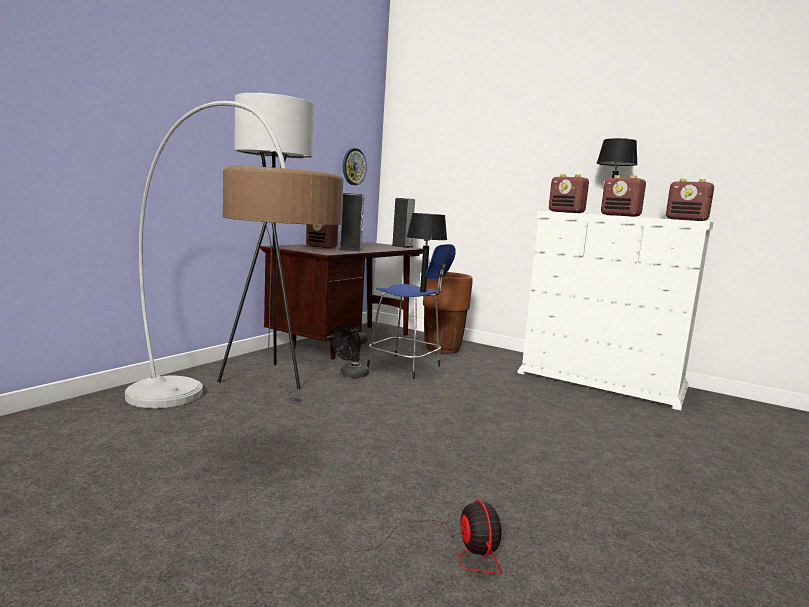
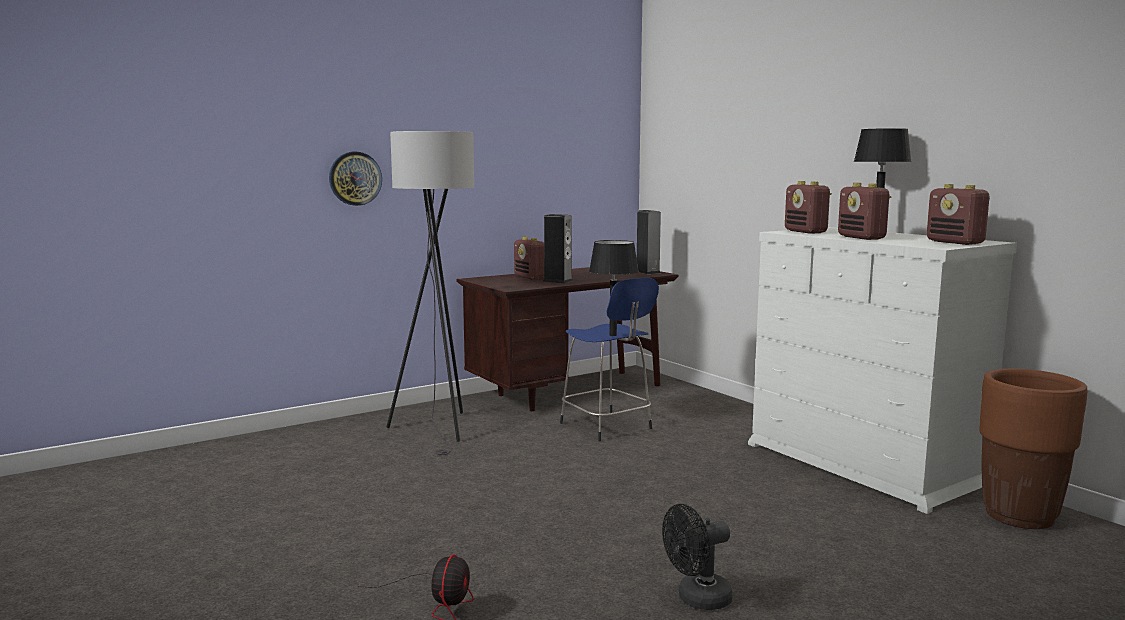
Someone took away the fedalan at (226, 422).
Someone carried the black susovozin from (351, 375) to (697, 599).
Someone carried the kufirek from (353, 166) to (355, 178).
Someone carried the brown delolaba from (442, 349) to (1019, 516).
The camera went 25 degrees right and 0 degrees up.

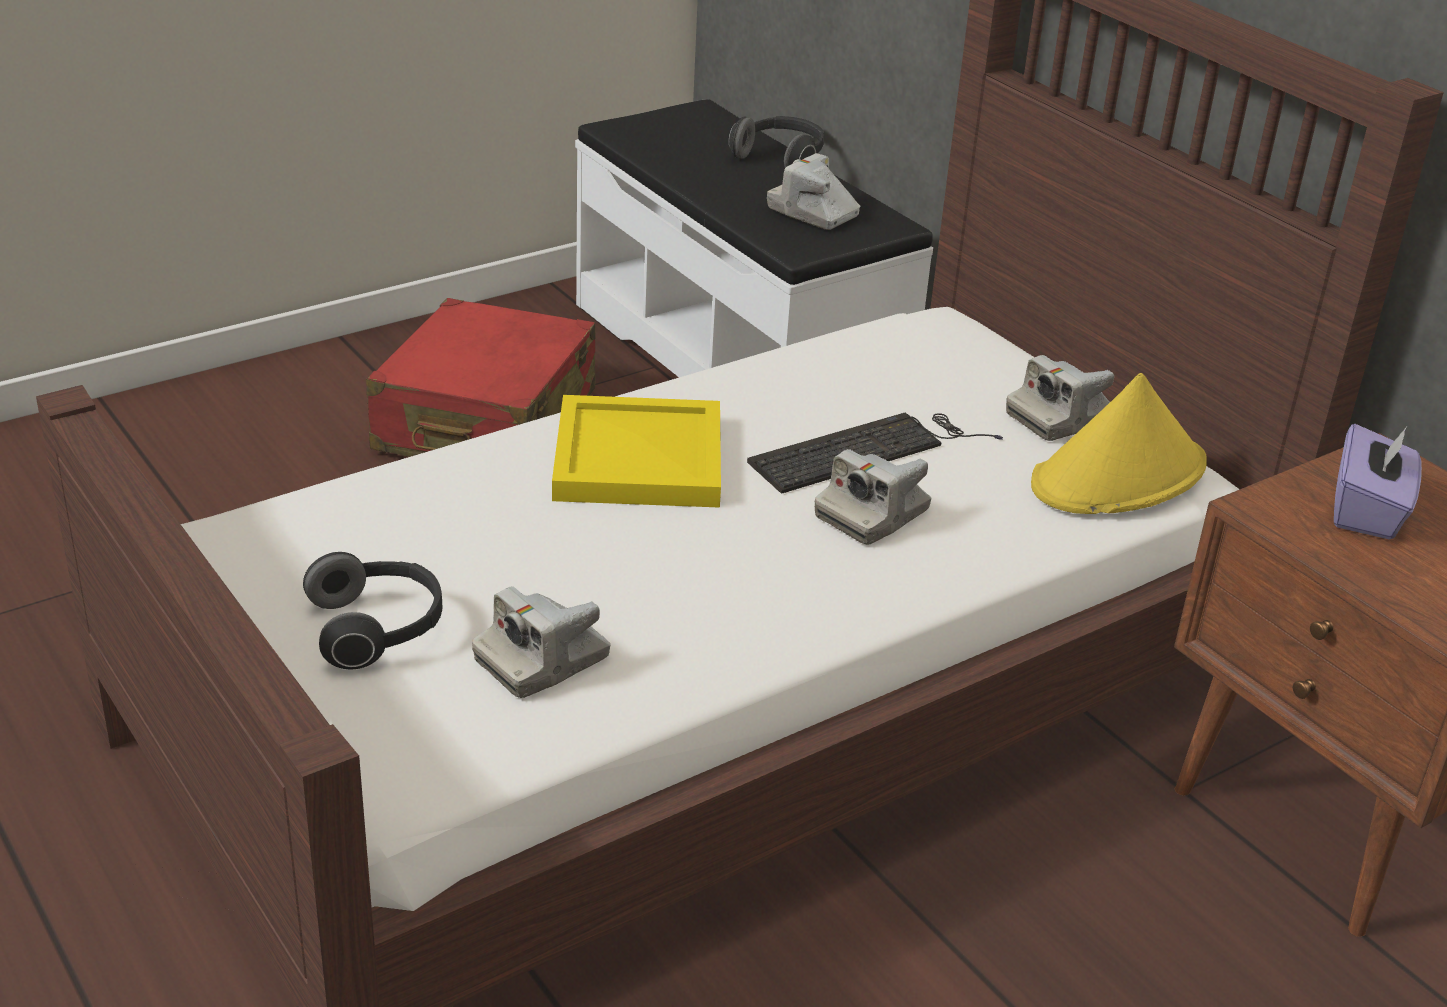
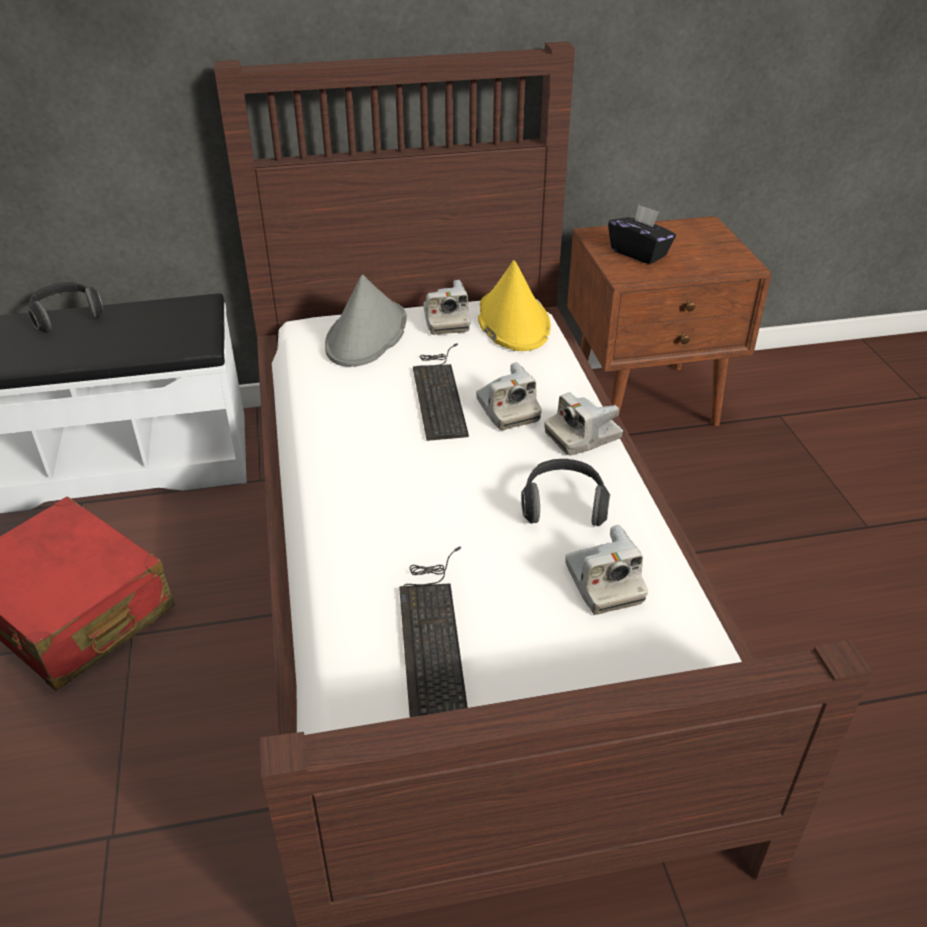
Someone carried the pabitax from (378, 630) to (563, 505).
Someone took away the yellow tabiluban at (641, 457).
Someone carried the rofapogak from (812, 212) to (582, 436).
Someone repainted the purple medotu at (1368, 511), which became the black medotu at (639, 253).
Someone put down the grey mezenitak at (366, 335).
Someone put down the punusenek at (433, 632).
The camera went 65 degrees left and 5 degrees up.

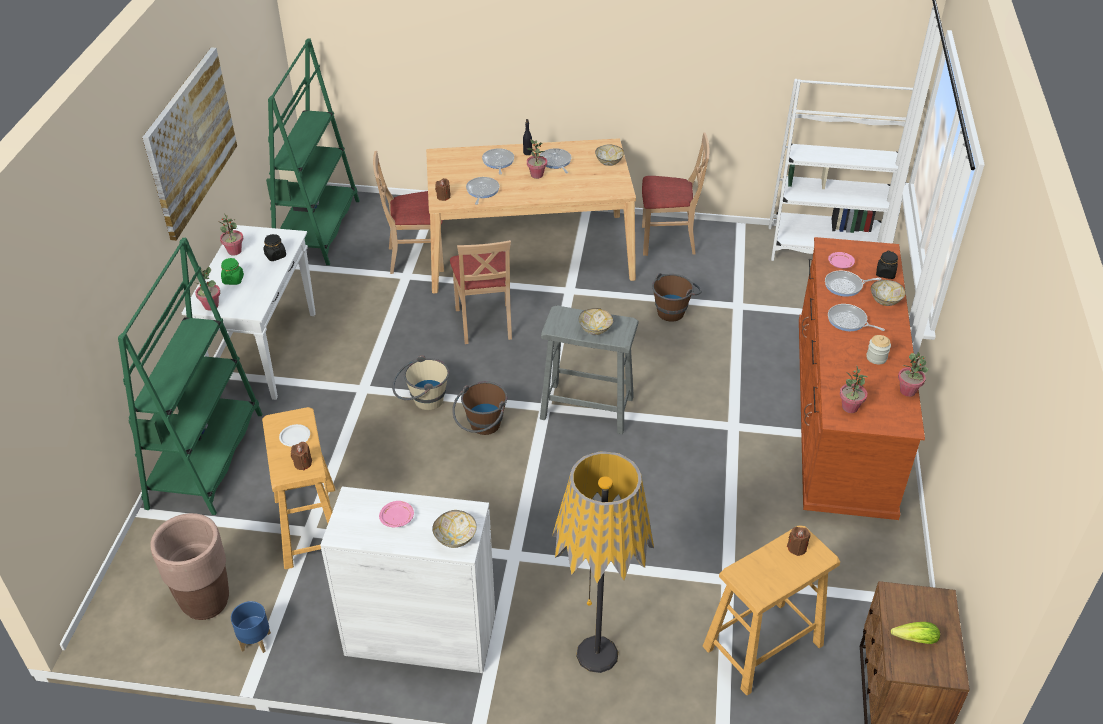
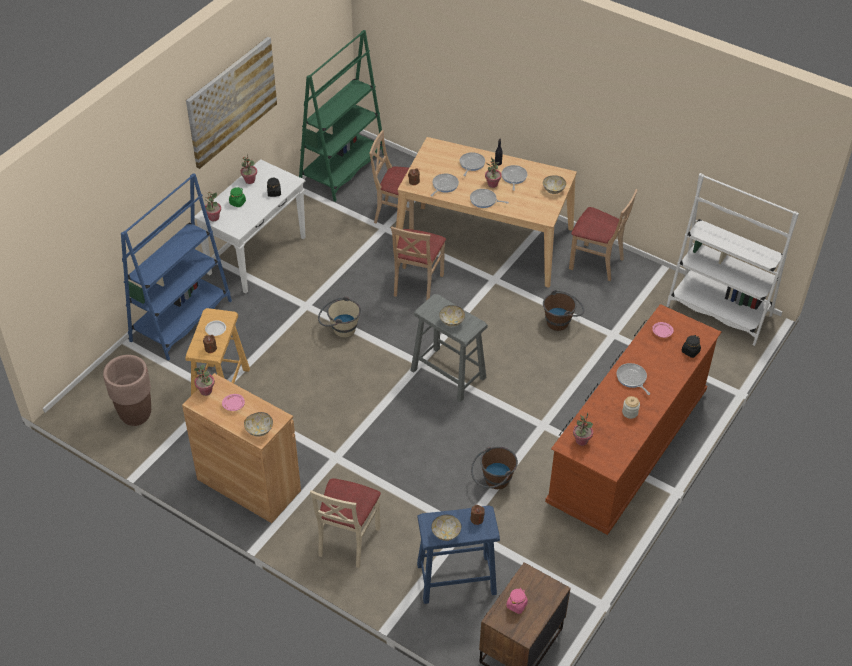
Someone repainted the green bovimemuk at (206, 460), which became the blue bovimemuk at (181, 321).
Someone took away the blue delolaba at (255, 641).
Someone repainted the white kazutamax at (420, 634), which became the brown kazutamax at (249, 485).
Someone carried the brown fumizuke from (482, 428) to (493, 482).
Someone swapped the fedalan at (597, 654) for the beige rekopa at (347, 540).
Someone repainted the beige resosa at (763, 645), which became the blue resosa at (457, 578).
Someone carried the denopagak from (845, 286) to (484, 200).
Someone carried the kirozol from (884, 301) to (445, 533).
Someone swapped the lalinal at (912, 639) for the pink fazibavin at (516, 605).
Someone carried the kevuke from (908, 391) to (206, 391).
The camera went 25 degrees right and 5 degrees up.

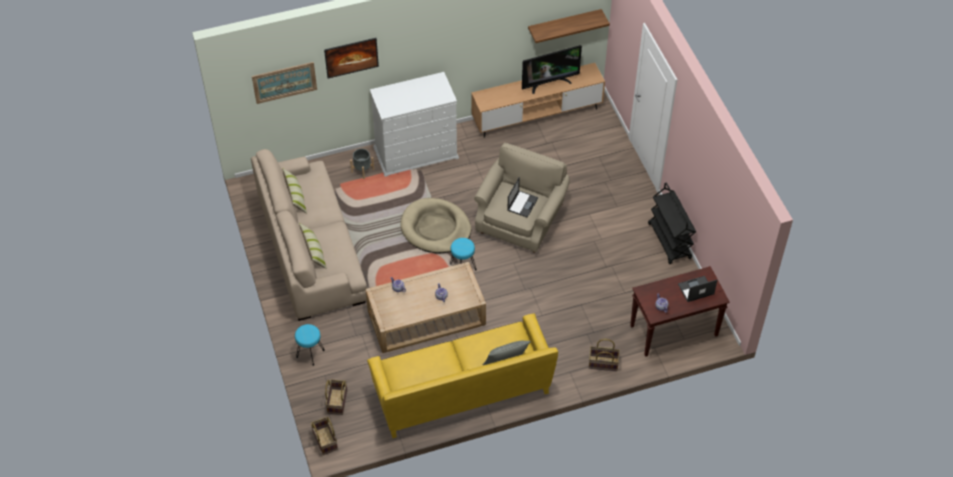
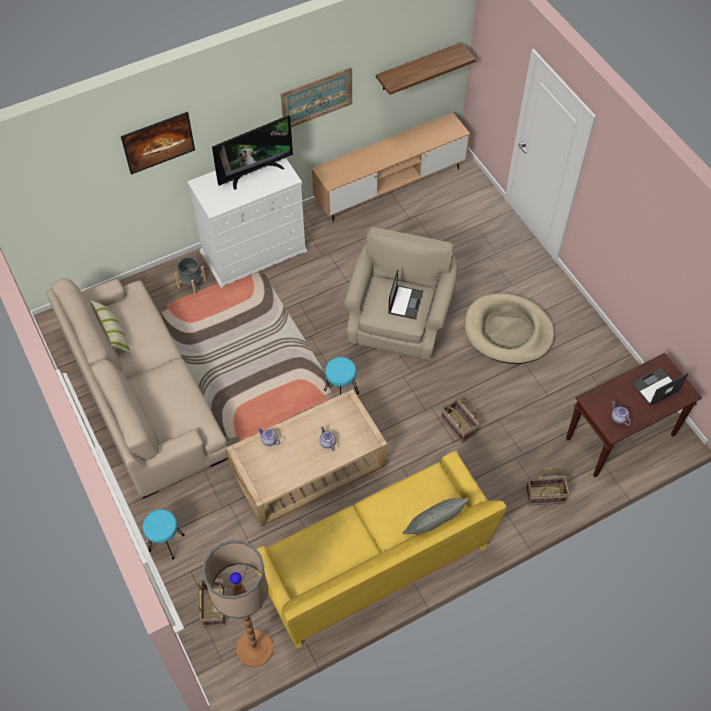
Someone carried the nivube from (284, 82) to (316, 98).
Someone took away the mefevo at (314, 252).
Someone carried the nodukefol from (324, 440) to (458, 426).
Someone carried the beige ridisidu from (436, 228) to (508, 331).
Someone carried the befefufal from (549, 83) to (254, 172).
Someone took away the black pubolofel at (669, 241).
Someone put down the fedalan at (254, 648).
The camera went 10 degrees left and 5 degrees up.

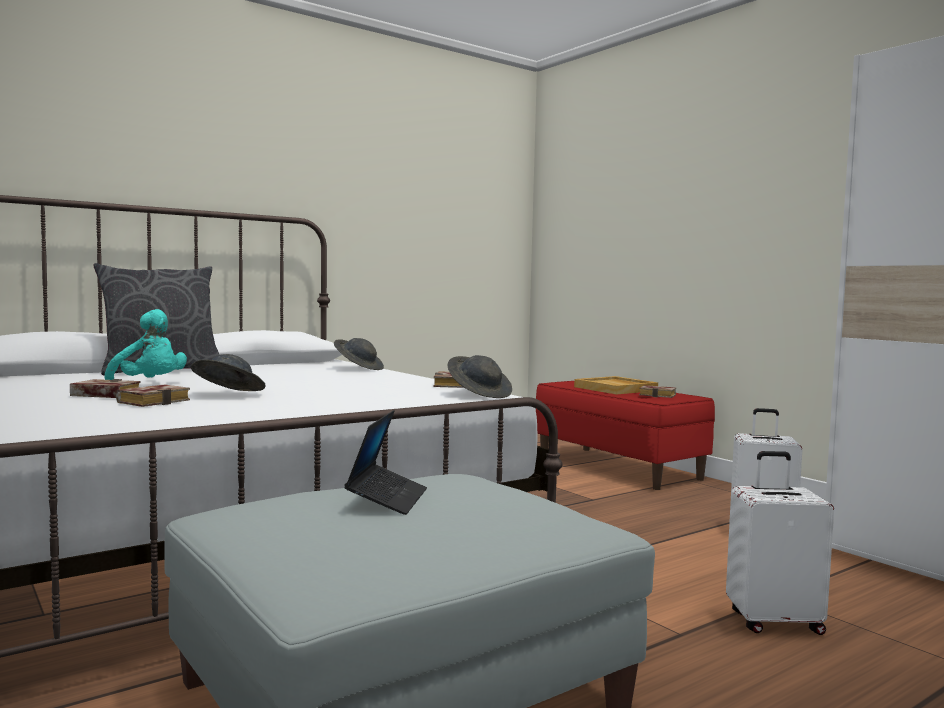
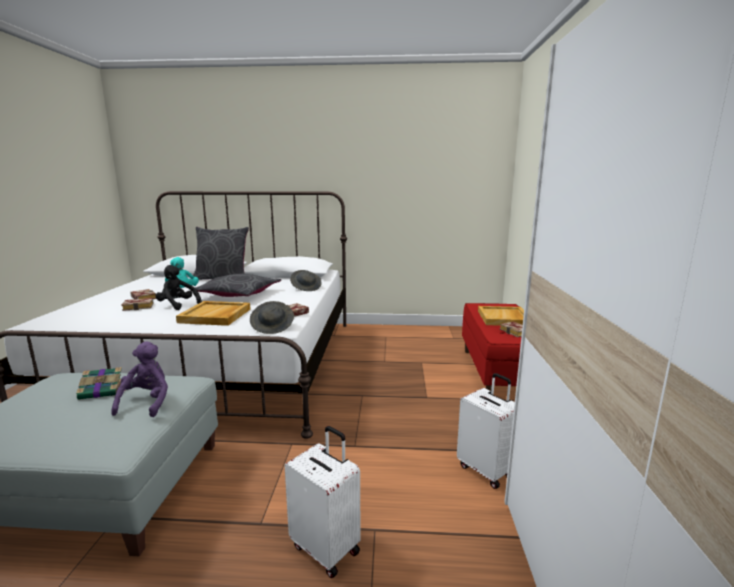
Someone swapped the grey mezenitak at (227, 394) for the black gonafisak at (178, 305).
Someone swapped the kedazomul at (387, 499) for the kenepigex at (103, 391).
Someone put down the purple gonafisak at (147, 402).
Someone put down the beige tabiluban at (215, 316).
Someone put down the grey mefevo at (239, 294).
The camera went 40 degrees right and 10 degrees up.

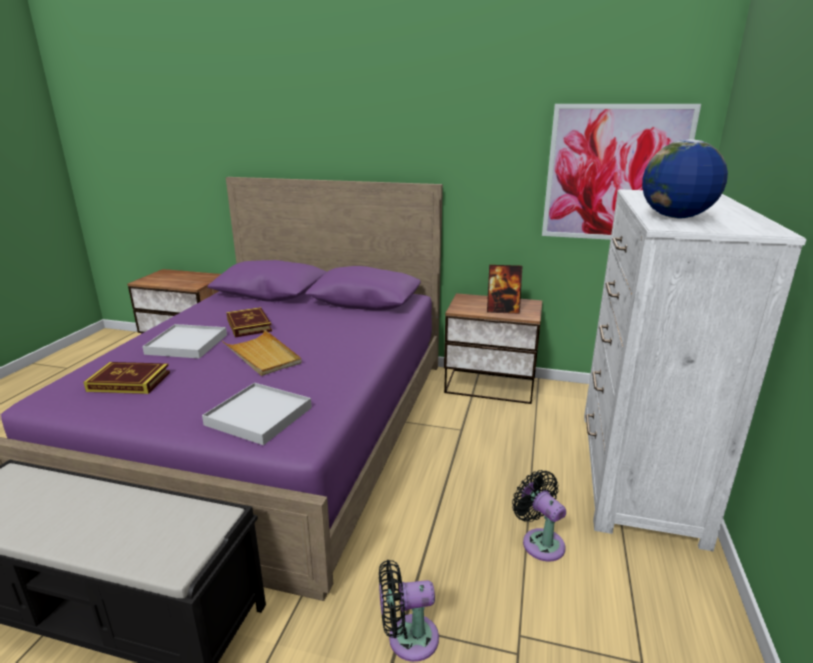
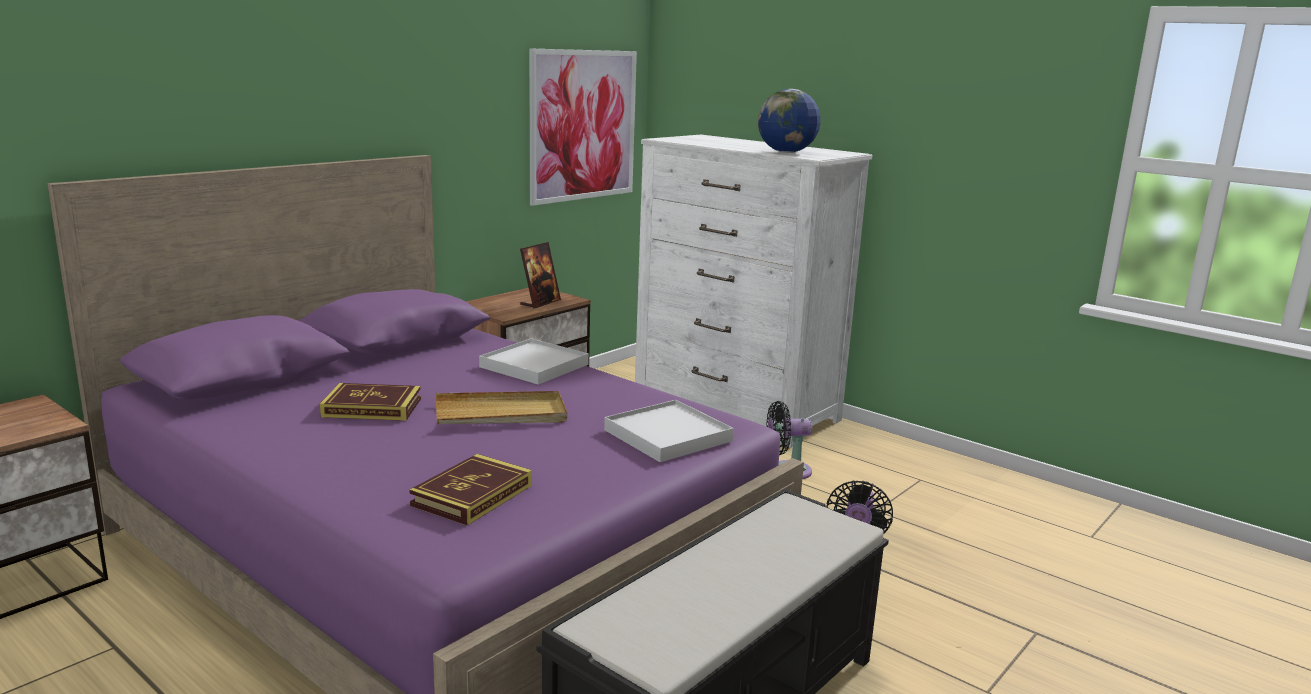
Someone carried the white tabiluban from (187, 344) to (534, 366).
The camera went 65 degrees left and 5 degrees down.

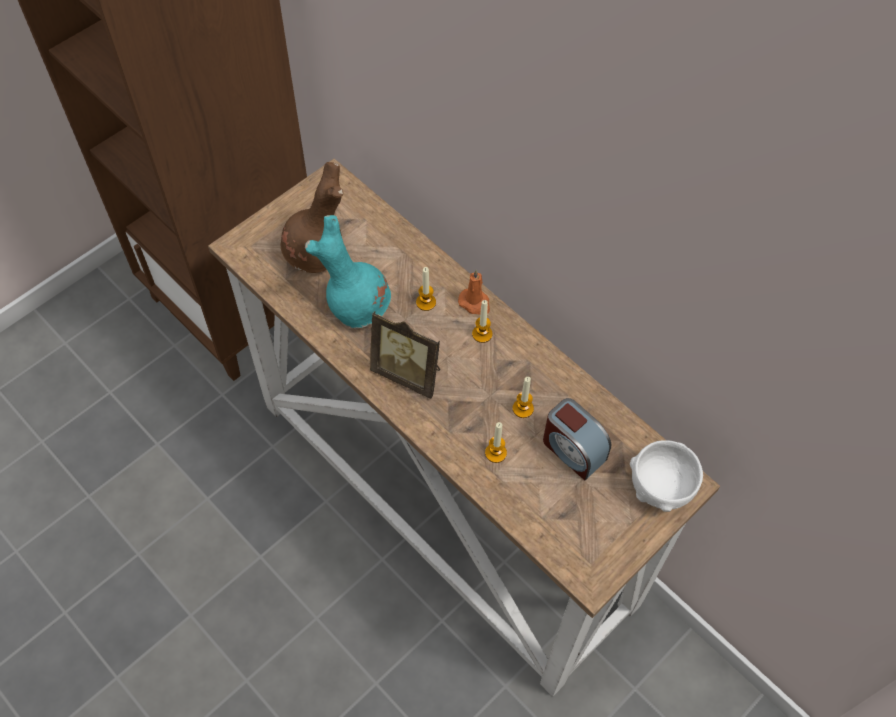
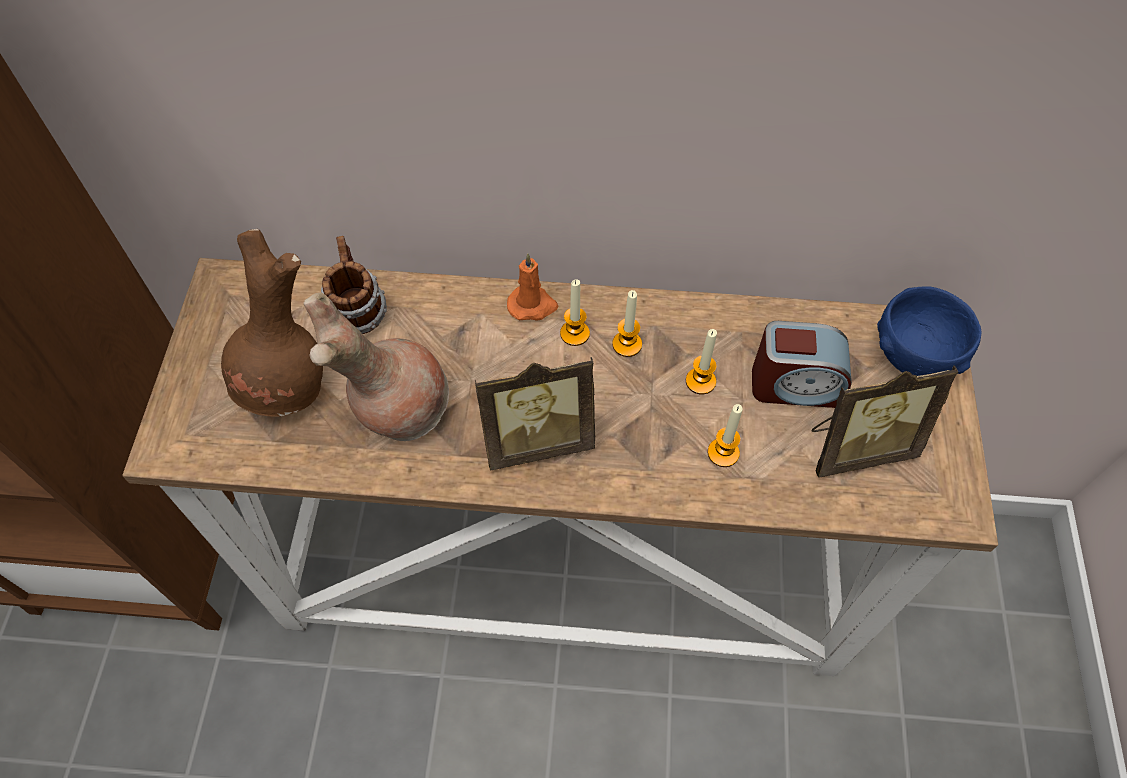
Someone repainted the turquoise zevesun at (357, 306), which became the brown zevesun at (398, 408).
Someone carried the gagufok from (426, 302) to (627, 344).
Someone repainted the white kirozol at (660, 487), which became the blue kirozol at (914, 355).
Someone put down the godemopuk at (357, 311).
Someone put down the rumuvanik at (857, 447).
The camera went 40 degrees left and 0 degrees up.

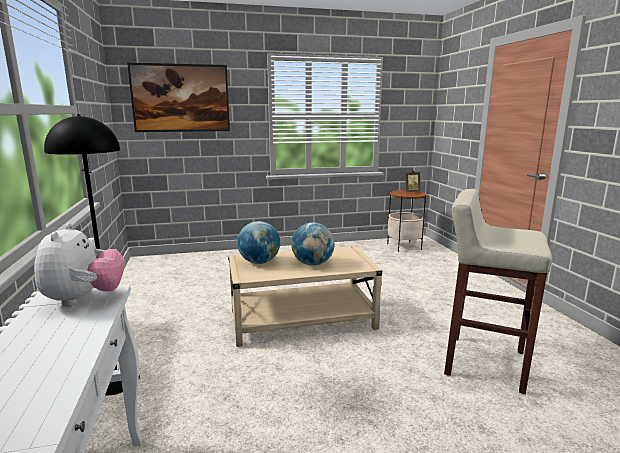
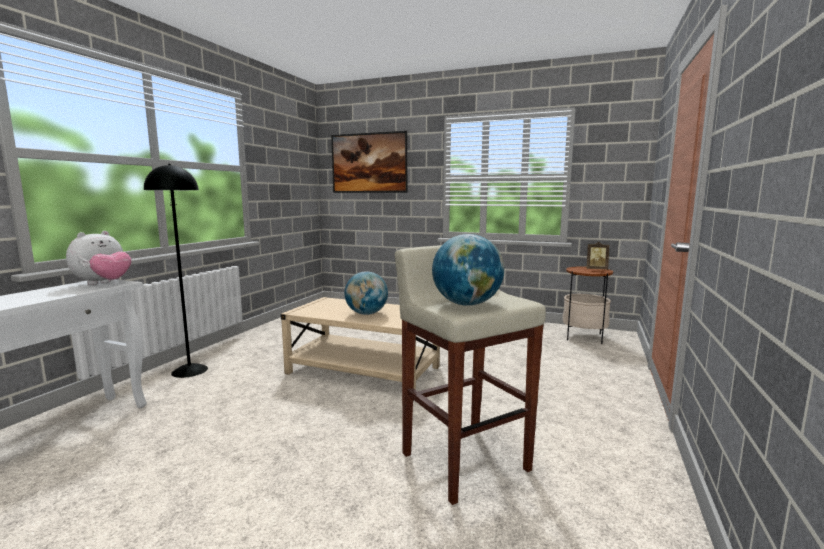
Someone carried the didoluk from (259, 262) to (467, 304).
The camera went 35 degrees right and 5 degrees down.

